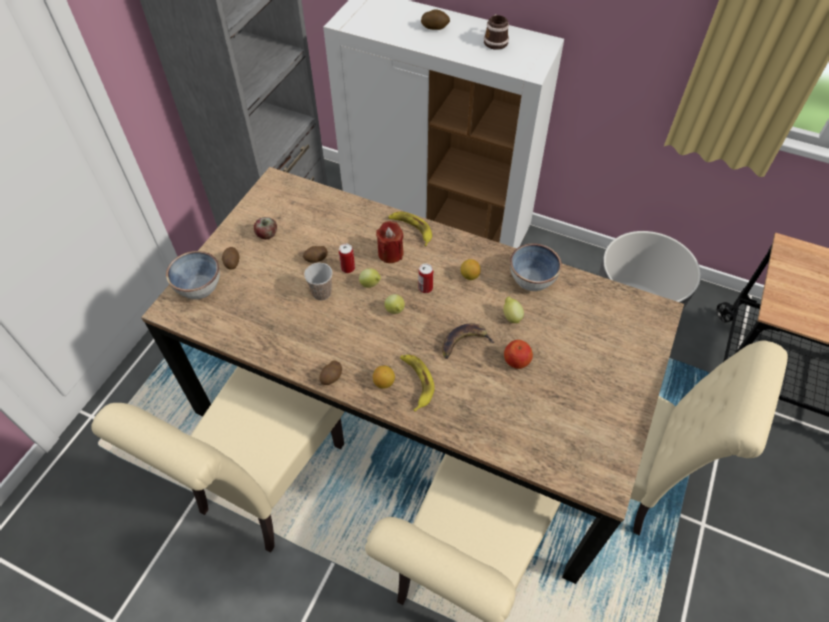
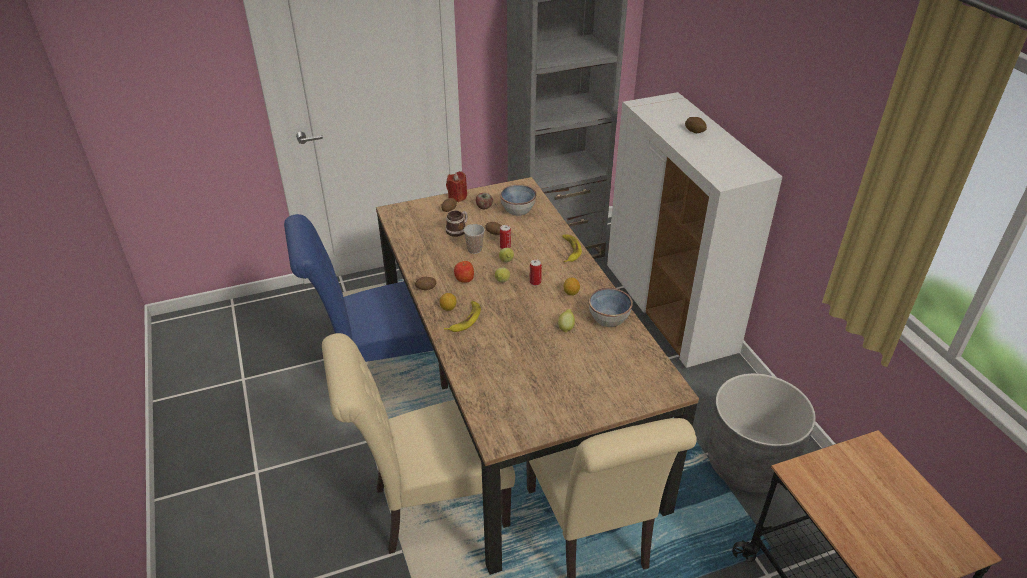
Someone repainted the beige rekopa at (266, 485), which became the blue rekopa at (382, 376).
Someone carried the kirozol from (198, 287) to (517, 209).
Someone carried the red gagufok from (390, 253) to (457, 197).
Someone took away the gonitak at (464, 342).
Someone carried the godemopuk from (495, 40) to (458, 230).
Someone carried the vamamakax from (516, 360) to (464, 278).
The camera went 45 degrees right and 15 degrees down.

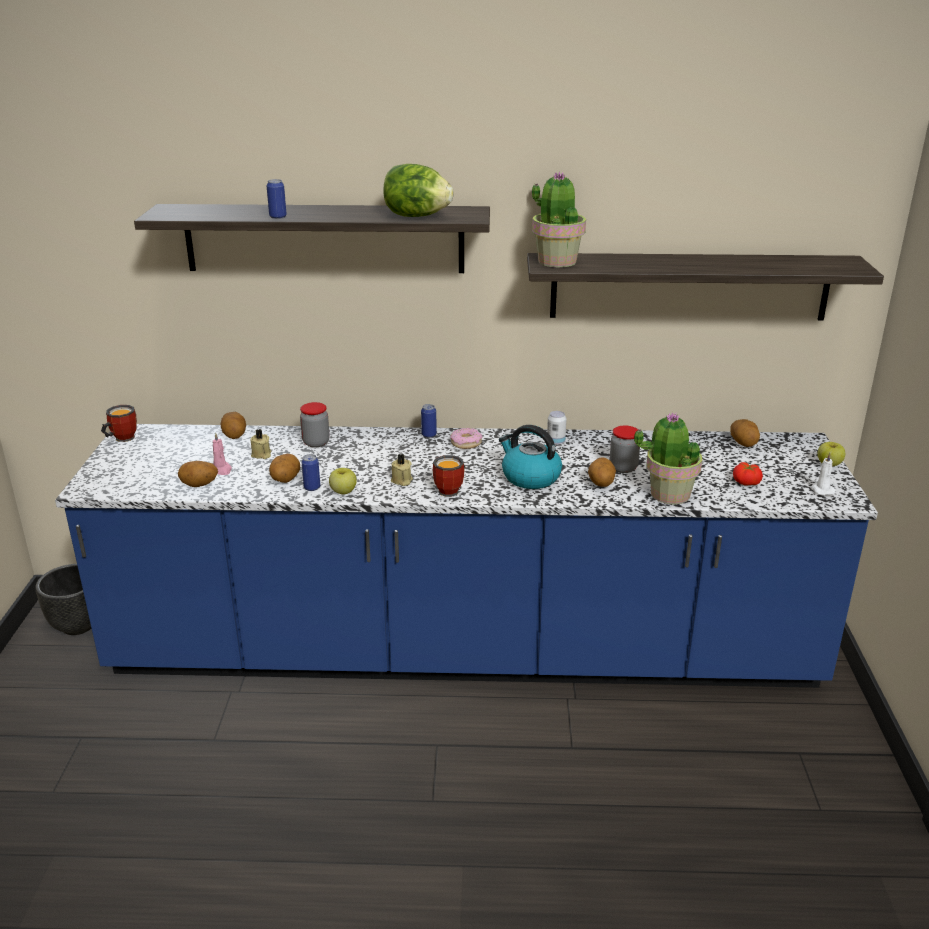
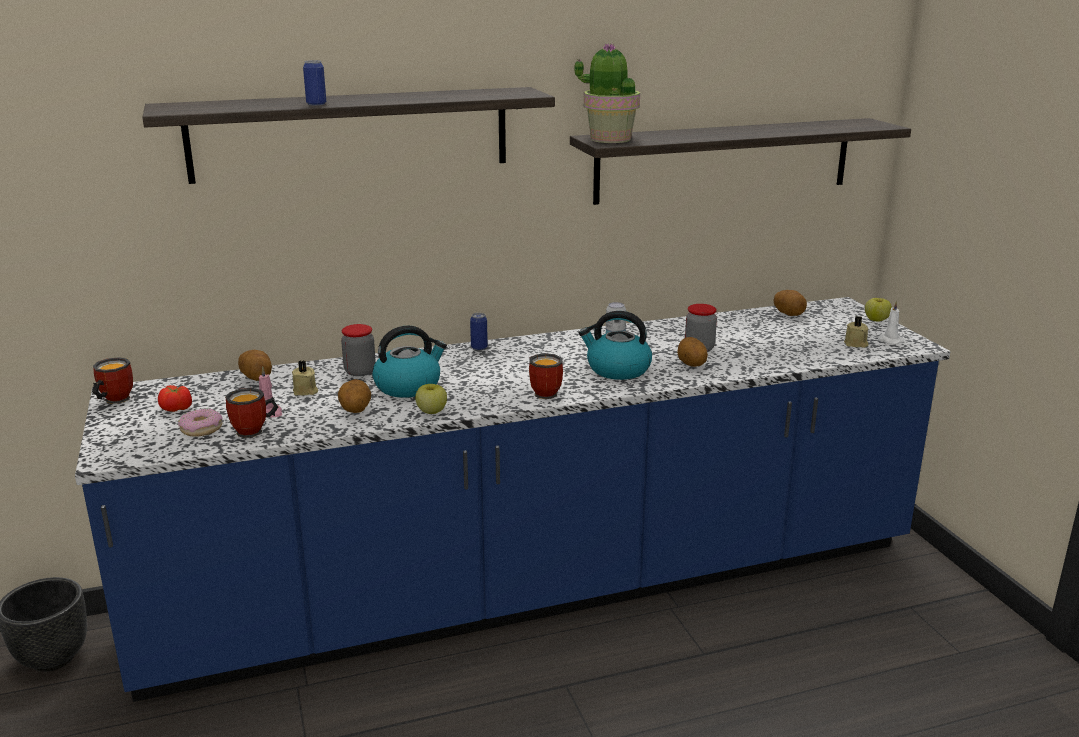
Someone swapped the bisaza at (199, 485) for the godemopuk at (255, 431).
Someone took away the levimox at (312, 487).
Someone took away the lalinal at (416, 216).
Someone carried the beige gagufok from (401, 481) to (856, 344).
Someone carried the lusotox from (466, 443) to (201, 429).
Someone took away the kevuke at (669, 494).
Someone carried the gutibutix from (746, 483) to (176, 409).
Someone put down the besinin at (408, 386).
The camera went 20 degrees left and 5 degrees down.

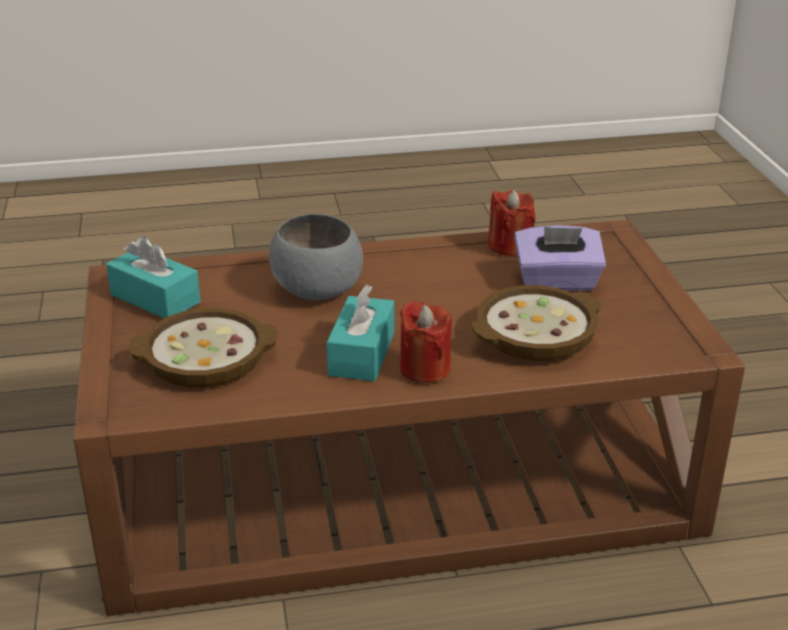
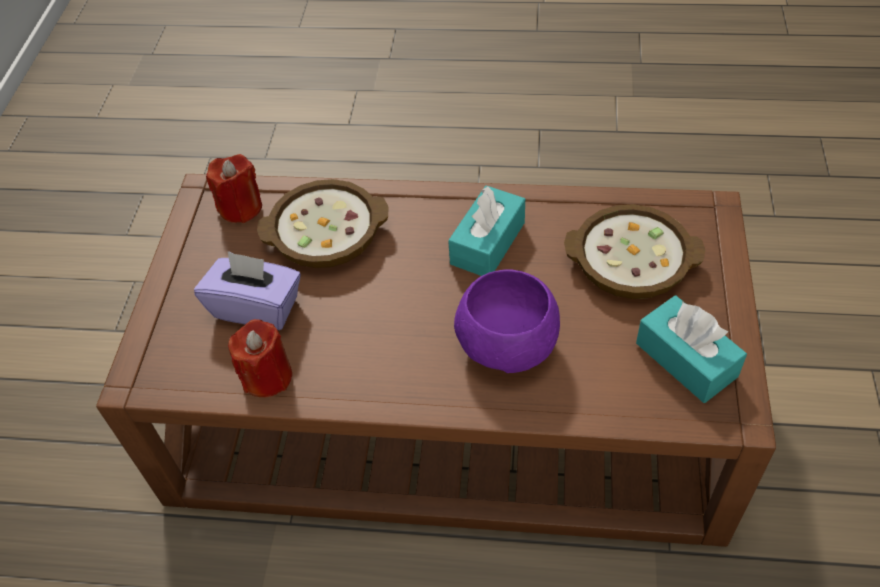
Someone repainted the grey kirozol at (317, 290), which became the purple kirozol at (507, 344).
Someone carried the red gagufok from (425, 369) to (241, 207).
The camera went 160 degrees left and 20 degrees up.

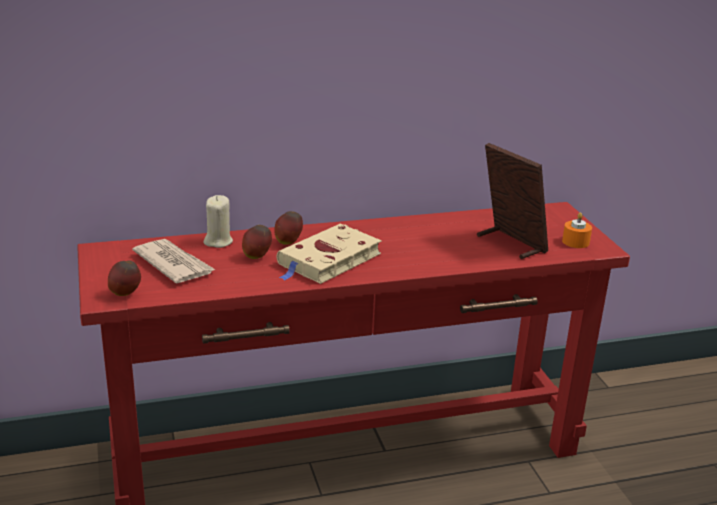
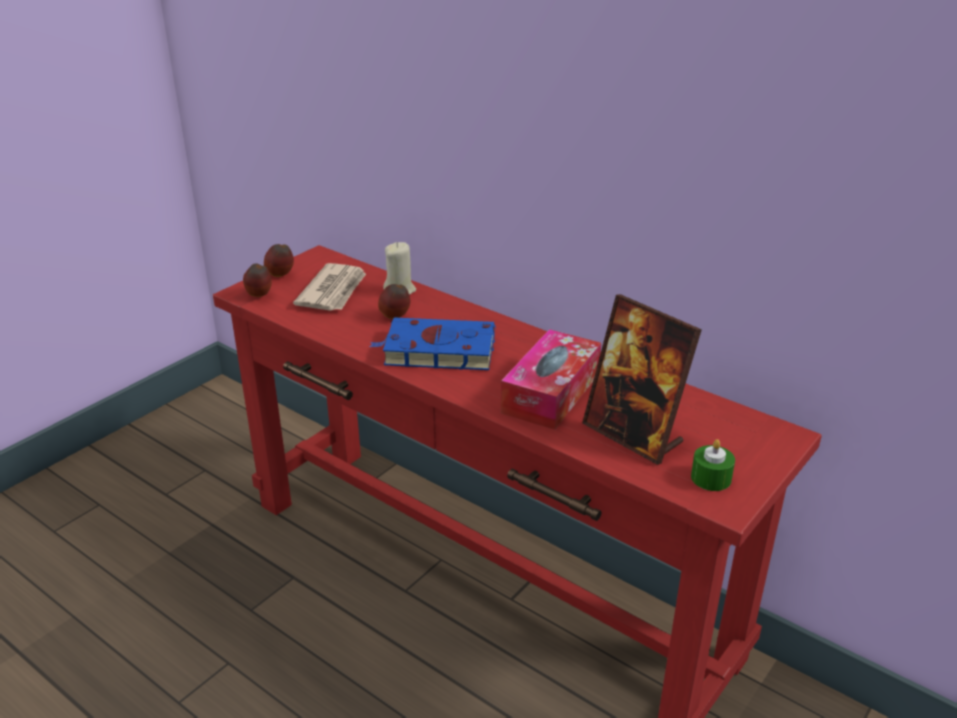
Someone carried the vamamakax from (288, 242) to (281, 276).
Someone repainted the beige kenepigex at (328, 260), which became the blue kenepigex at (436, 350).
Someone rotated the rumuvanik at (510, 243) by 120 degrees clockwise.
Someone repainted the orange gagufok at (575, 242), which became the green gagufok at (711, 478).
Someone put down the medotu at (551, 393).
The camera went 55 degrees right and 5 degrees up.

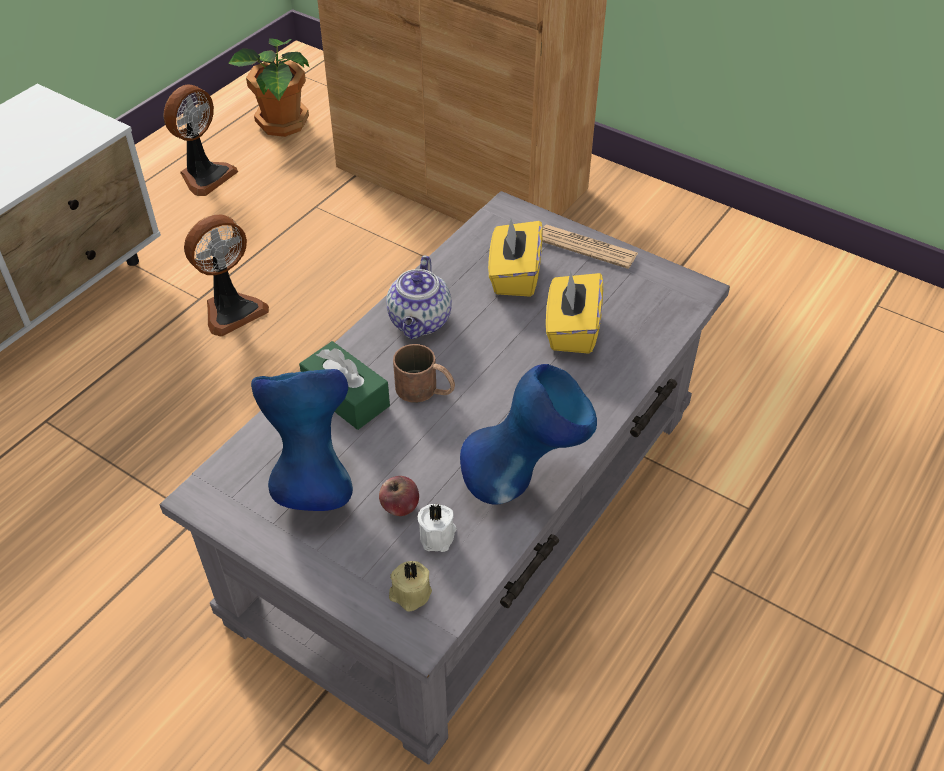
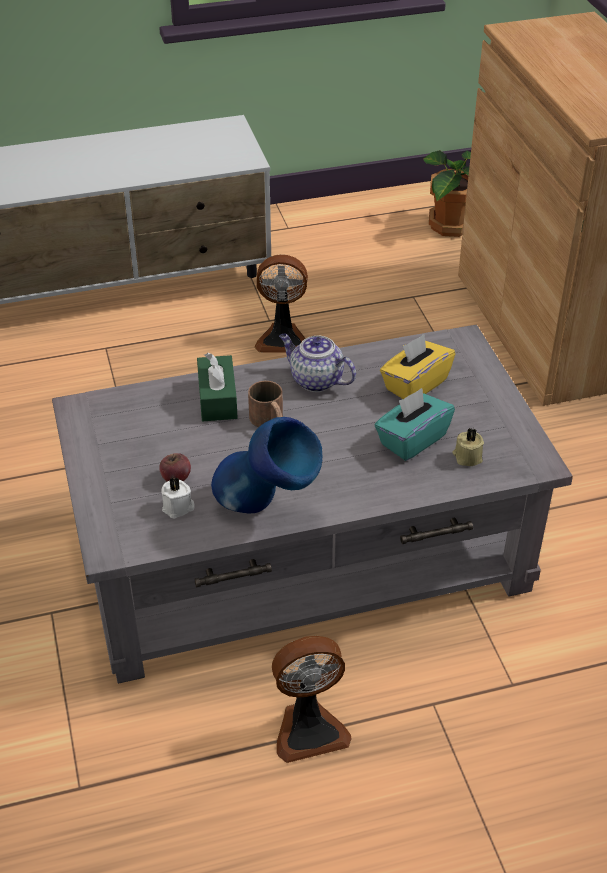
Someone carried the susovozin from (205, 176) to (309, 729).
Someone took away the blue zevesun at (312, 479).
Someone rotated the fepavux at (420, 322) by 75 degrees clockwise.
Someone carried the beige gagufok from (410, 594) to (467, 457).
Someone took away the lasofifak at (586, 247).
Someone repainted the yellow medotu at (571, 330), which became the turquoise medotu at (412, 440).
The camera went 40 degrees right and 5 degrees down.

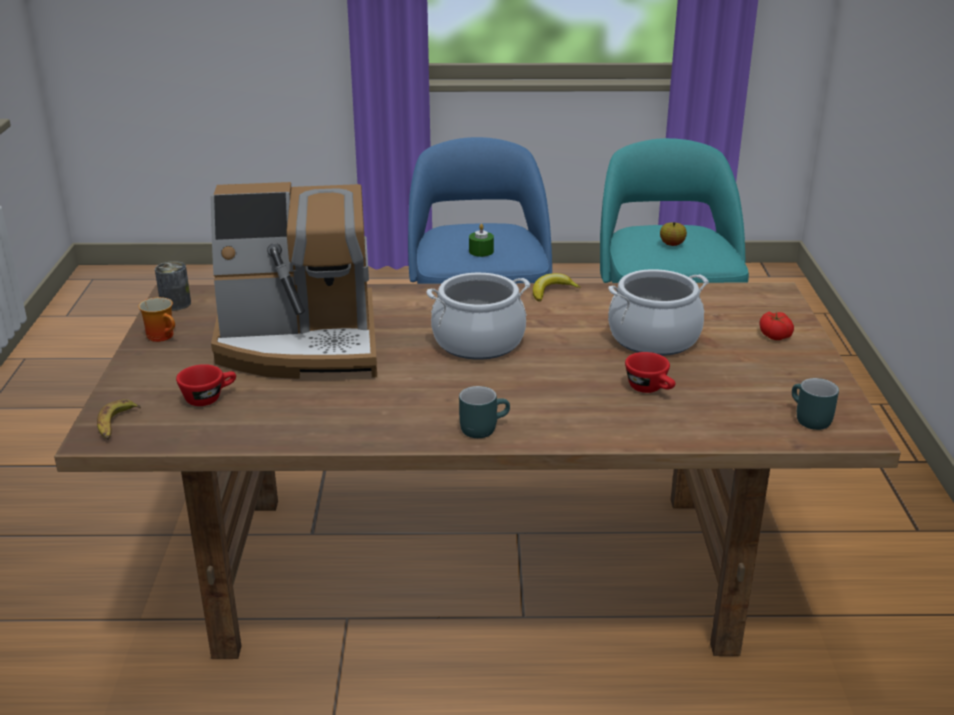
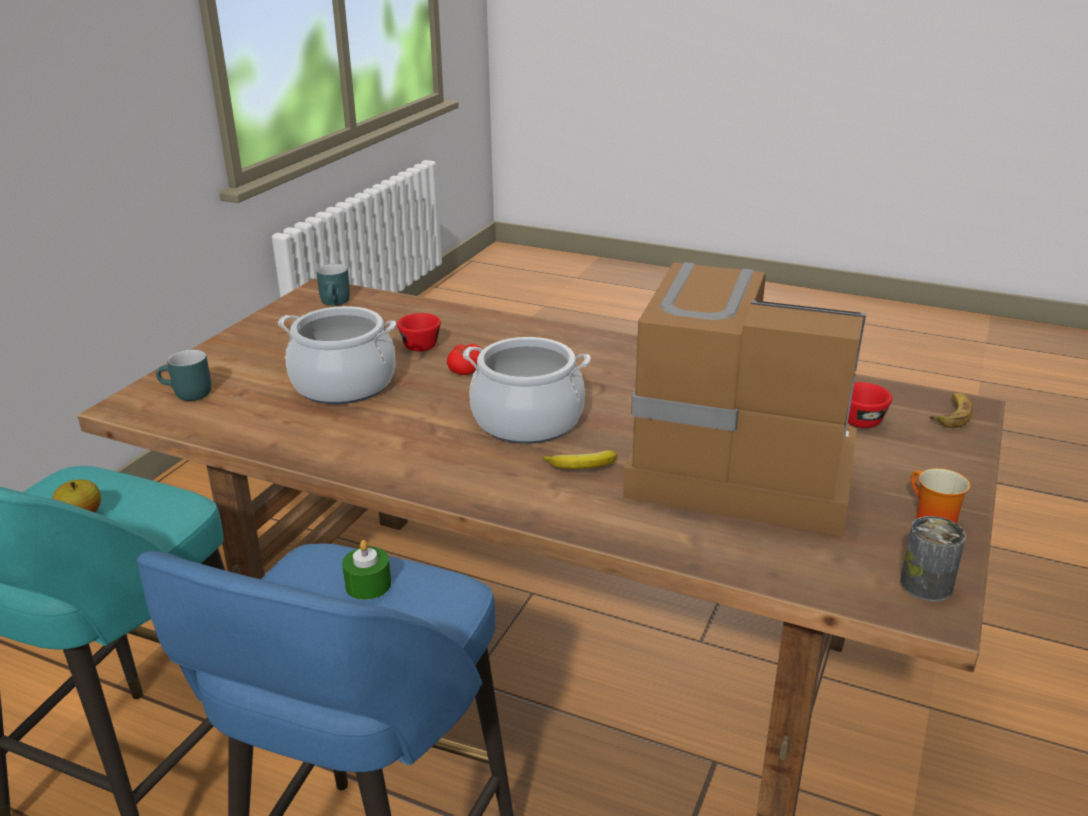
Someone carried the turquoise godemopuk from (482, 427) to (187, 395).
Someone carried the gonitak from (552, 292) to (581, 467).
Someone carried the gutibutix from (774, 335) to (466, 369).
The camera went 155 degrees left and 0 degrees up.

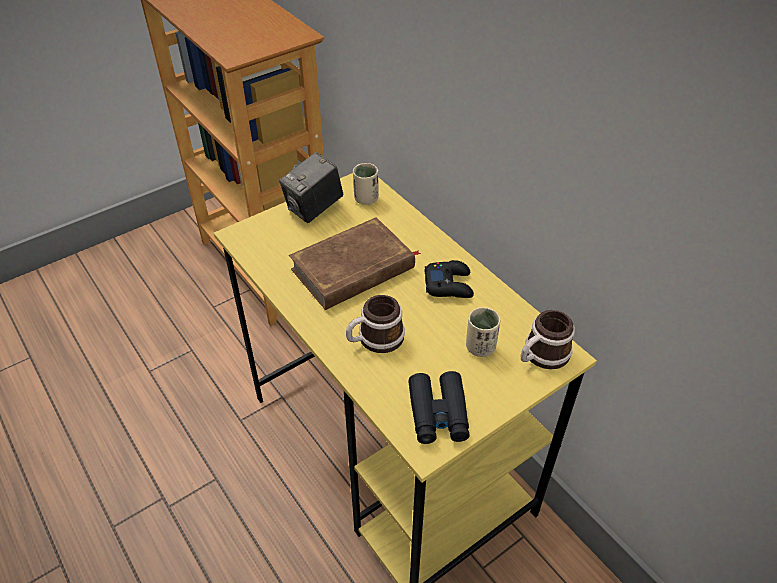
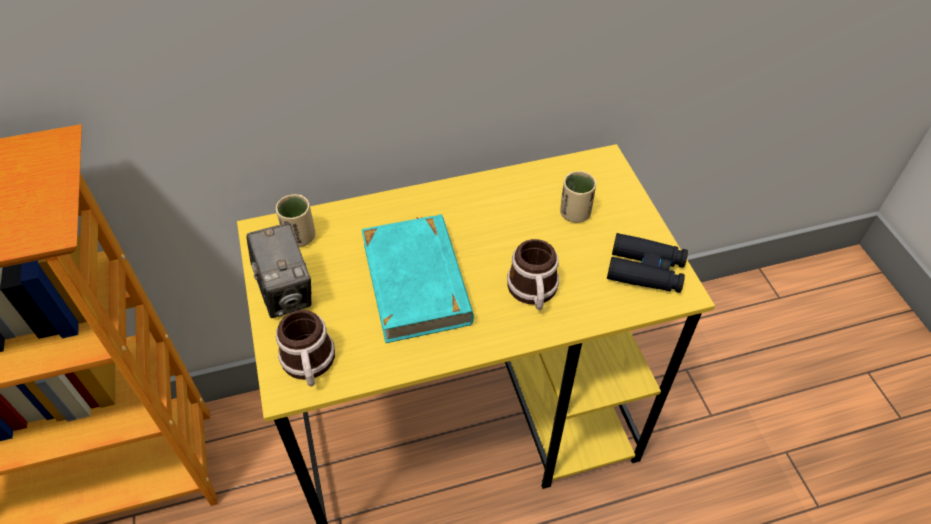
Someone repainted the brown kenepigex at (353, 269), which became the turquoise kenepigex at (417, 282).
Someone took away the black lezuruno at (449, 284).
Someone carried the godemopuk from (541, 356) to (309, 364).
The camera went 70 degrees left and 5 degrees up.

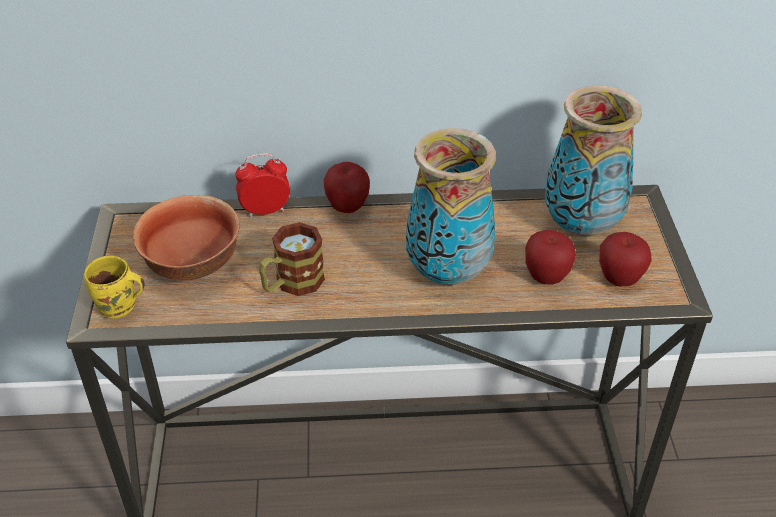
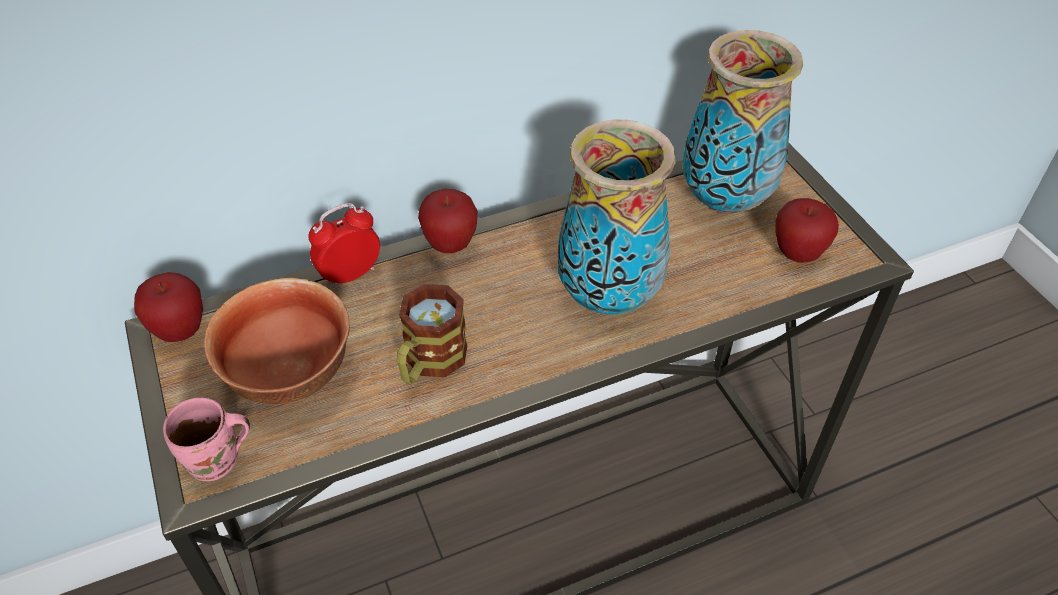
Someone repainted the yellow godemopuk at (119, 308), which became the pink godemopuk at (217, 463).
Someone carried the vamamakax from (546, 277) to (180, 331).
The camera went 20 degrees left and 5 degrees up.

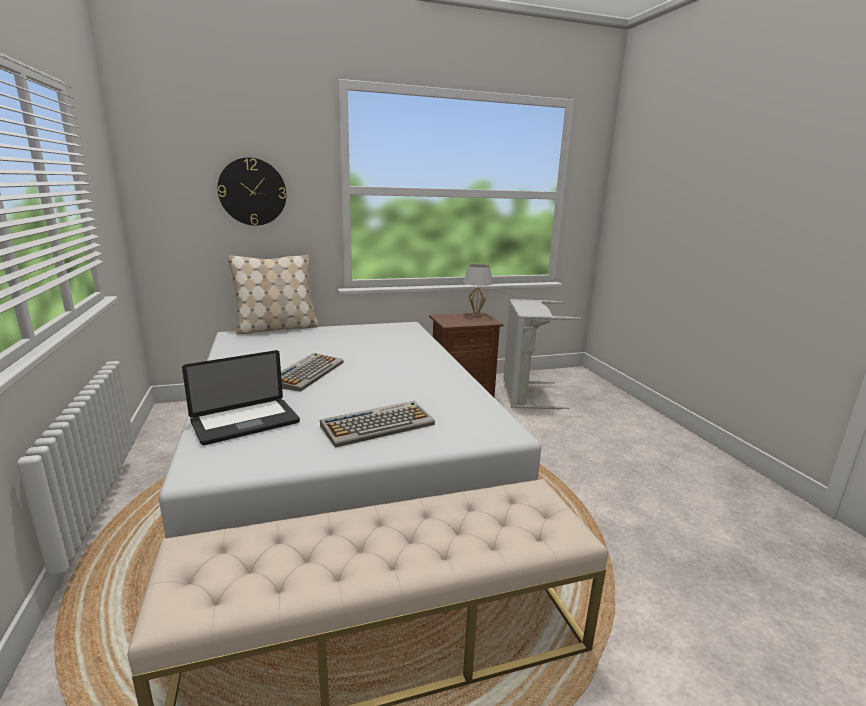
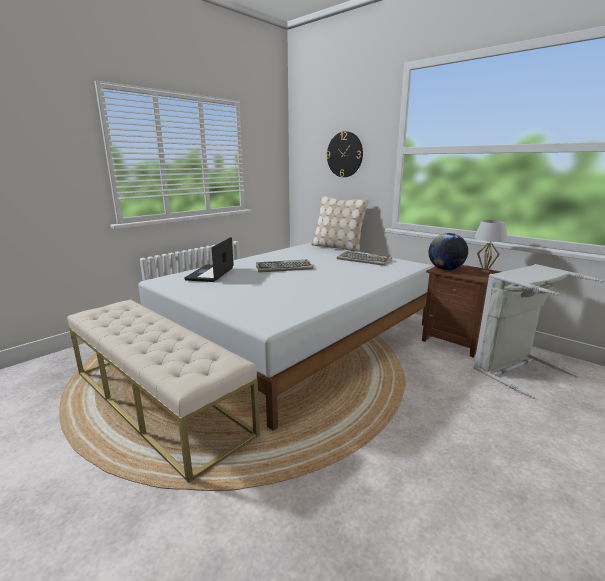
Someone rotated the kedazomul at (245, 422) by 75 degrees clockwise.
Someone carried the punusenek from (378, 425) to (364, 260).
Someone put down the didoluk at (445, 269).
The camera went 60 degrees right and 0 degrees up.

